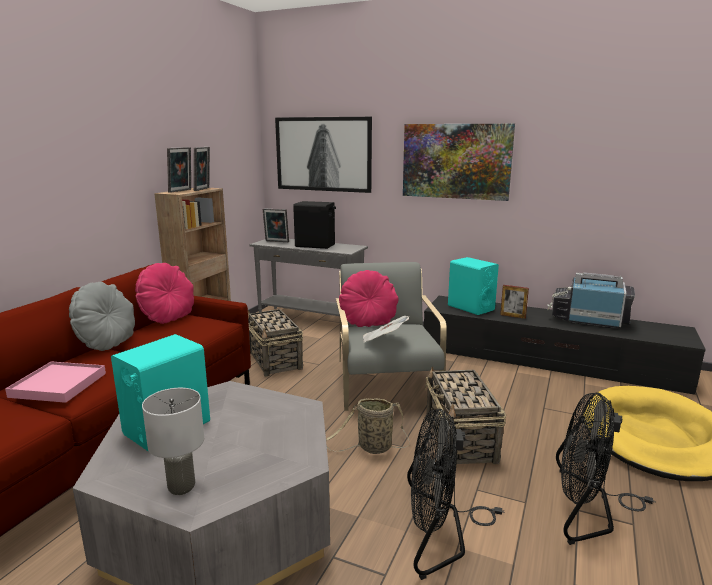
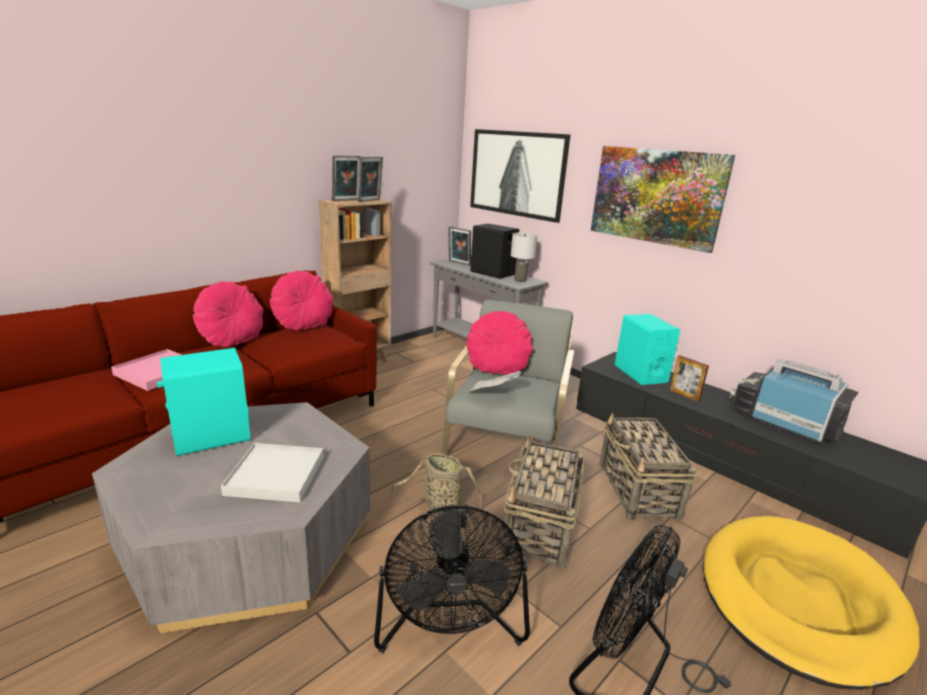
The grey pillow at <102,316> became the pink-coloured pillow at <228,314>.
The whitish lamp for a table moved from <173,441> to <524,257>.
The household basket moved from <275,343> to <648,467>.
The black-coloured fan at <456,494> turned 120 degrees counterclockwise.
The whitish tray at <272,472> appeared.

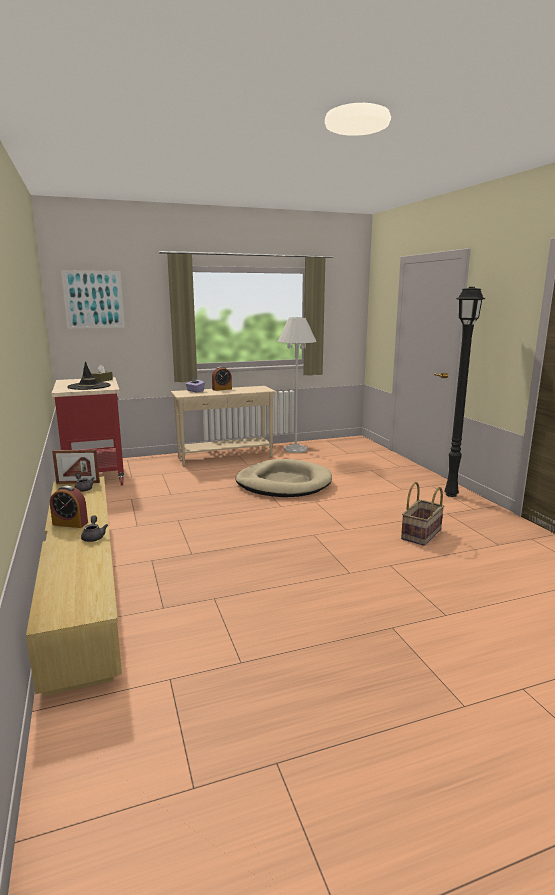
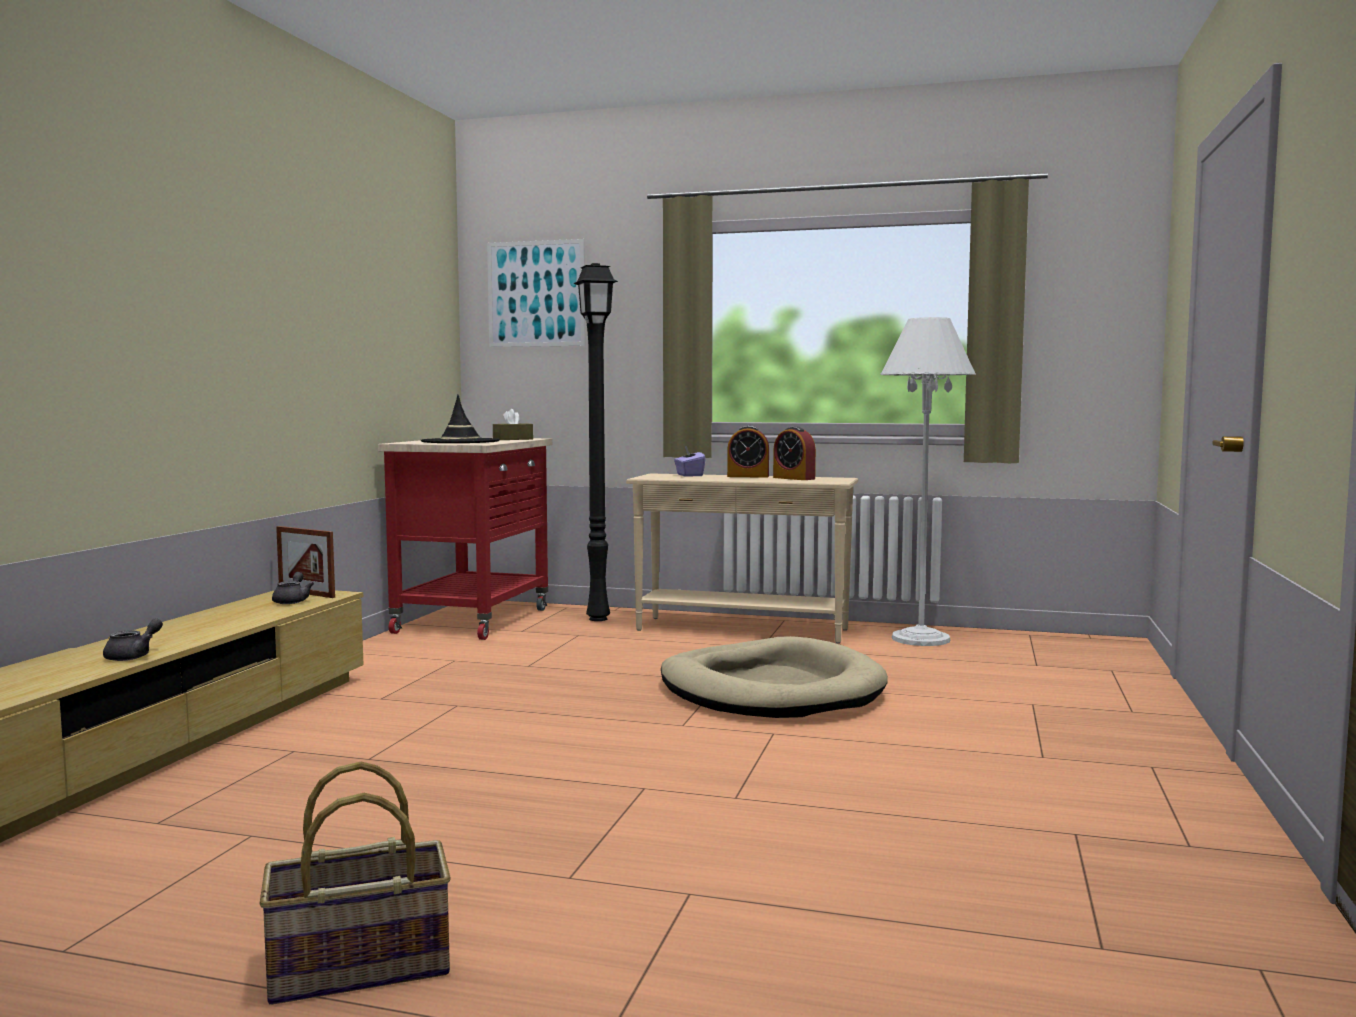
The bedside clock moved from <69,507> to <794,453>.
The household basket moved from <422,514> to <355,883>.
The black-coloured standing lamp moved from <464,392> to <596,442>.

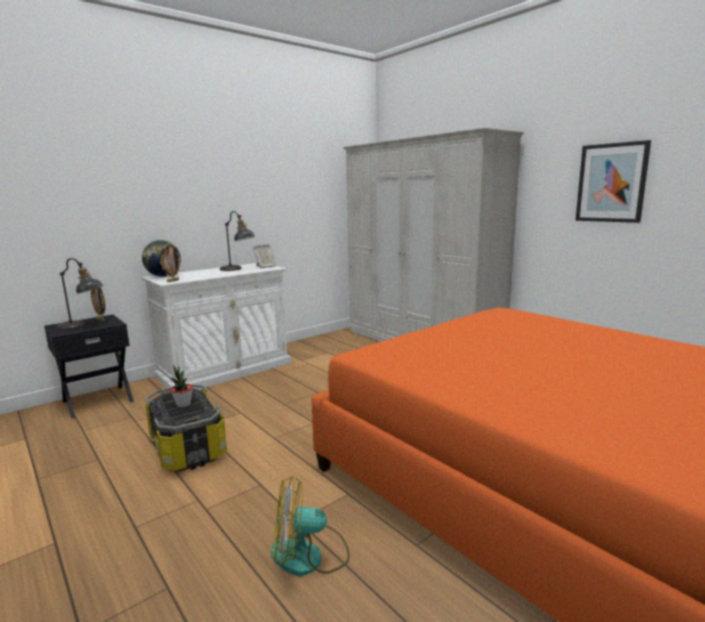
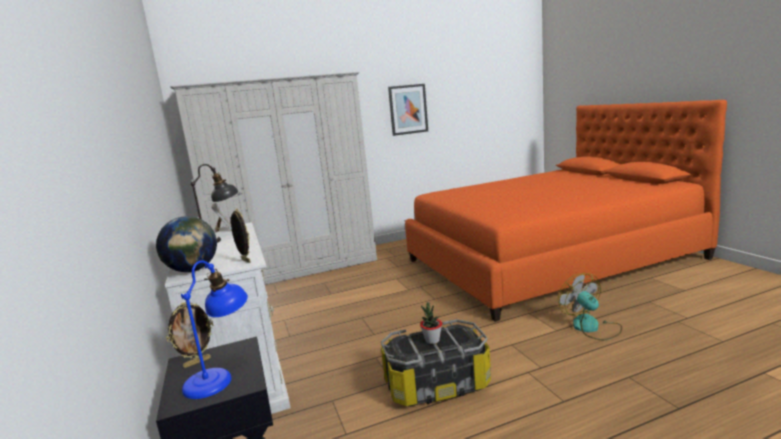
The grey lamp for a table at <79,294> became the bluish lamp for a table at <214,329>.
The fan at <310,526> turned 150 degrees clockwise.

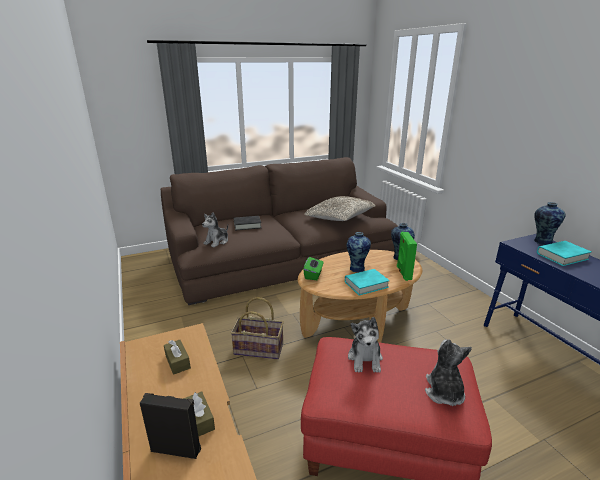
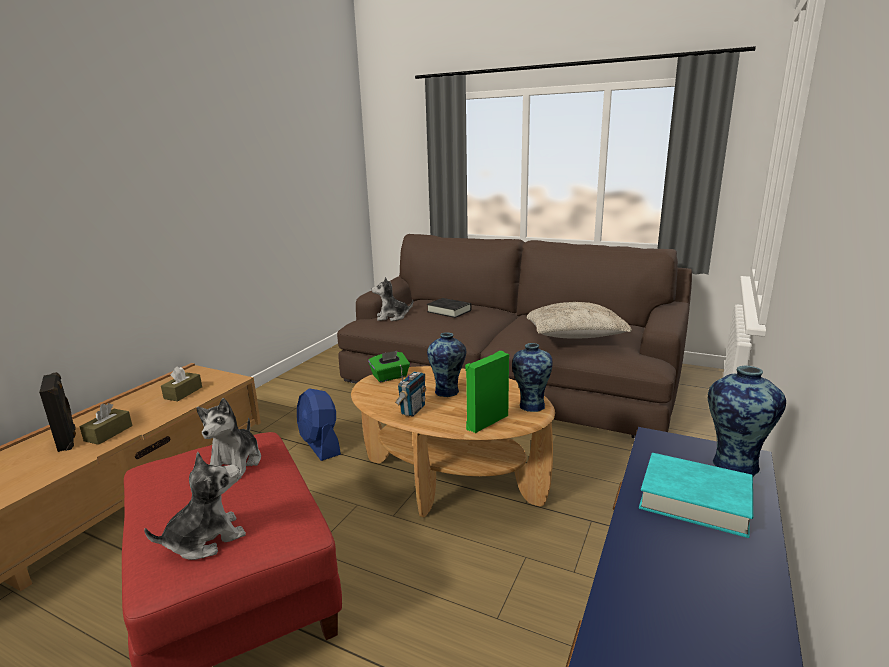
The household basket at <257,328> was replaced by the bluish fan at <319,424>.
The turquoise bound book at <367,282> was replaced by the radio at <411,391>.
The soft toy at <365,345> turned 45 degrees counterclockwise.

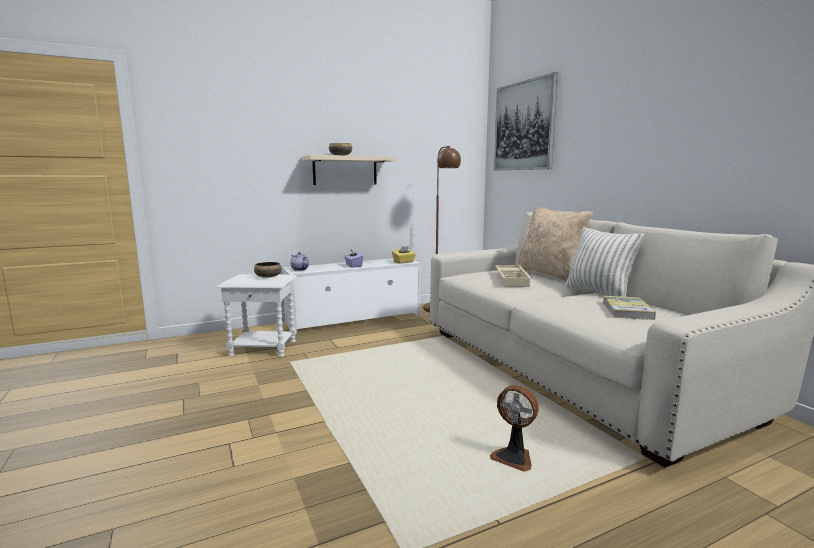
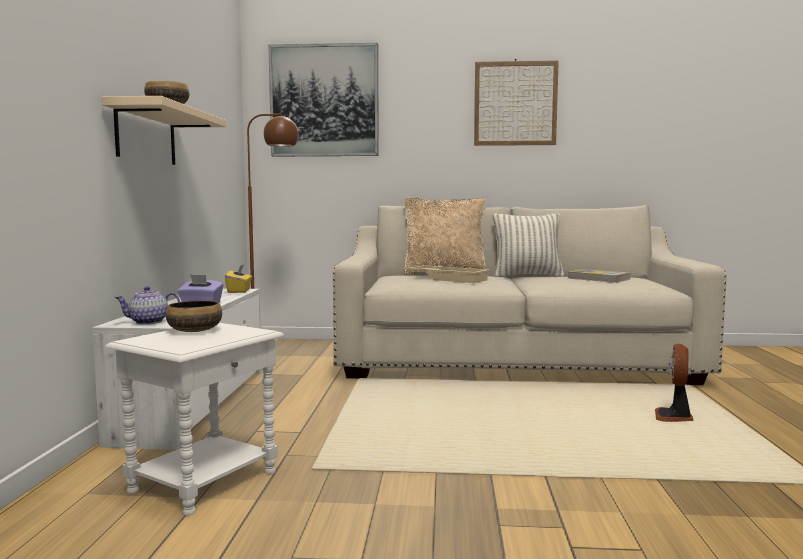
The fan at <514,428> turned 135 degrees clockwise.
The wall art at <516,102> appeared.

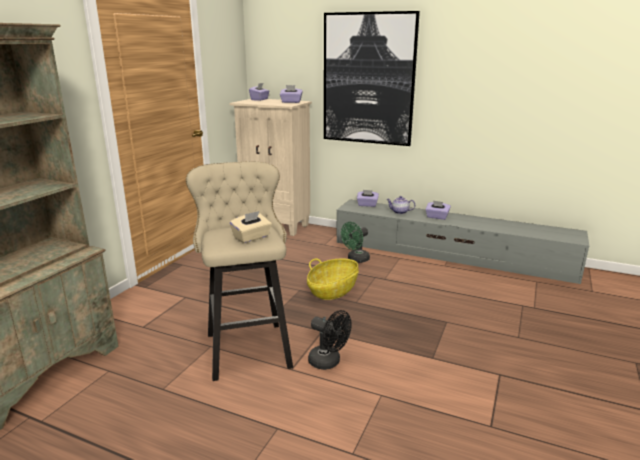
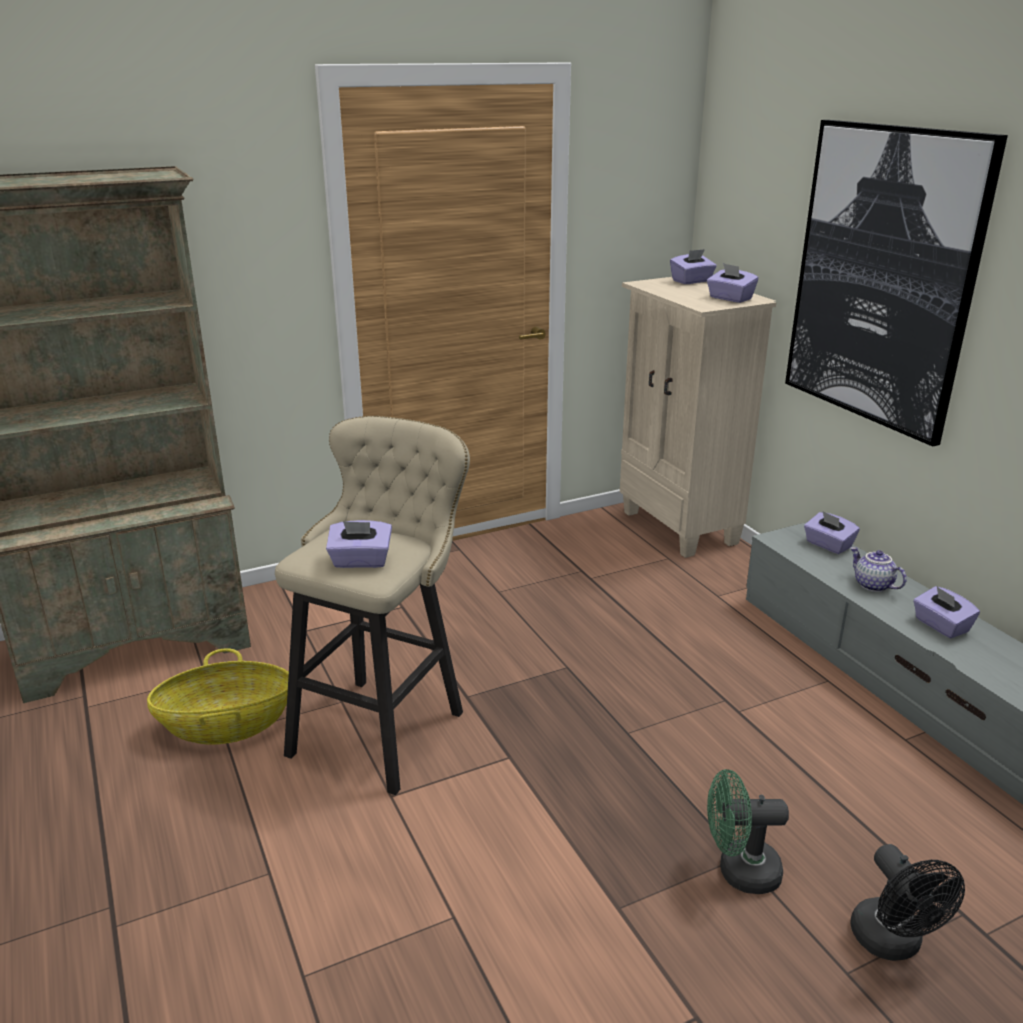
The sand-coloured tissue box at <251,227> became the purple-coloured tissue box at <359,544>.
The household basket moved from <333,279> to <218,696>.
The black-coloured fan moved from <330,340> to <907,902>.
The green-coloured fan moved from <355,242> to <748,831>.

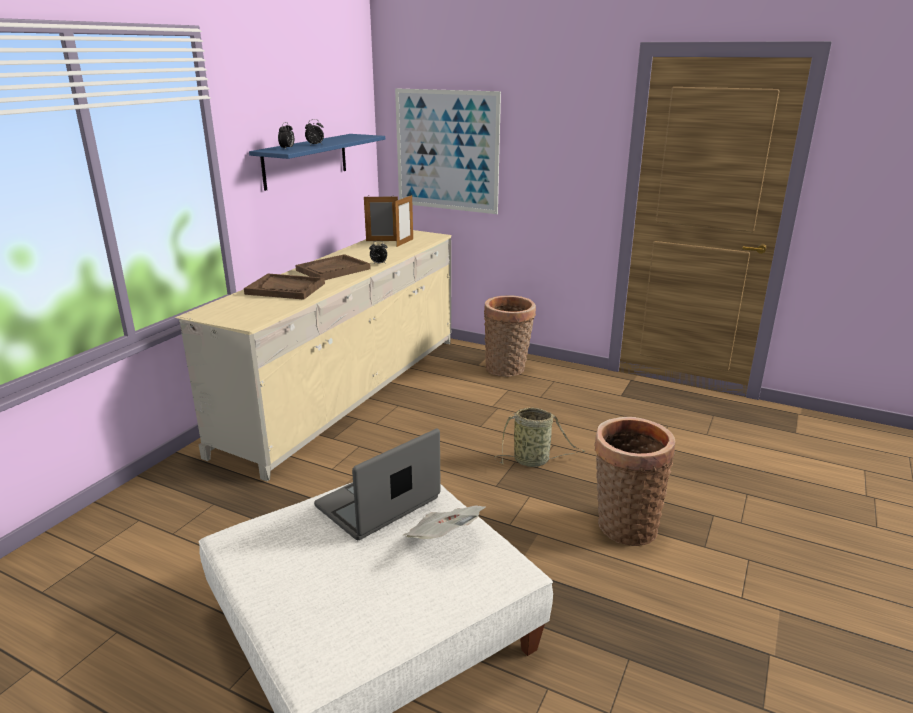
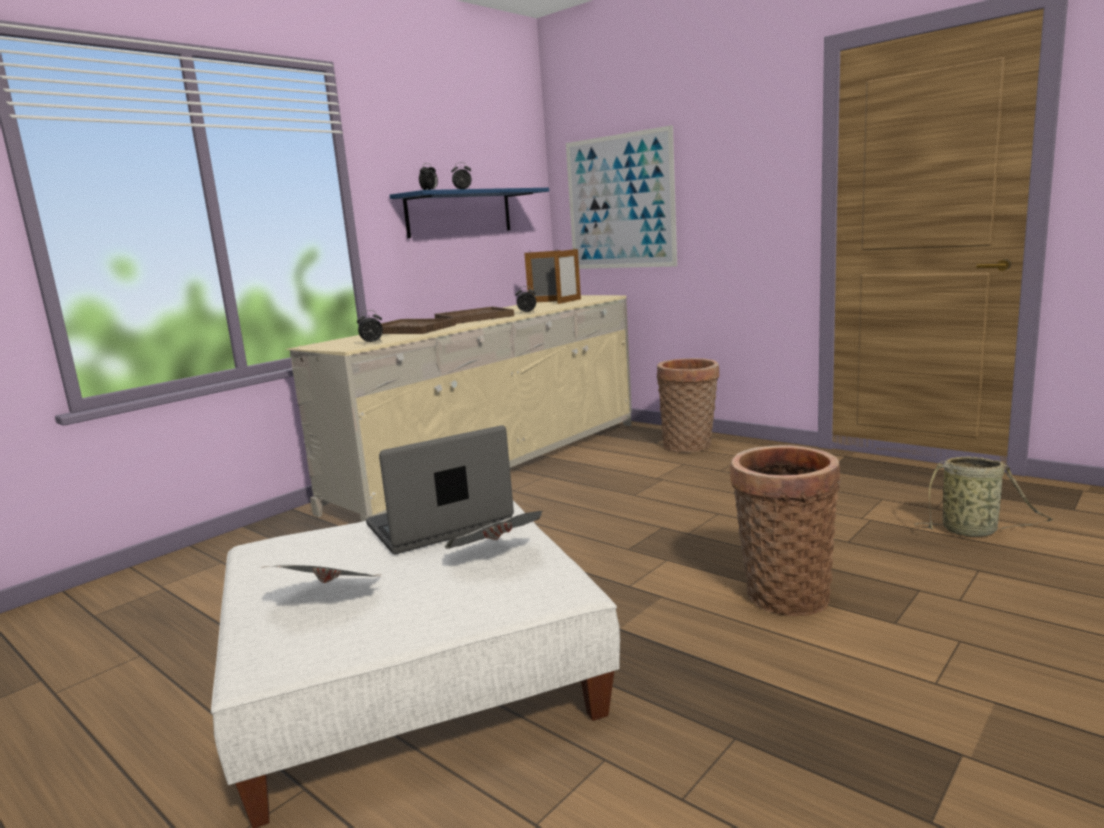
The household basket moved from <540,437> to <984,496>.
The newspaper at <321,574> appeared.
The bedside clock at <370,327> appeared.

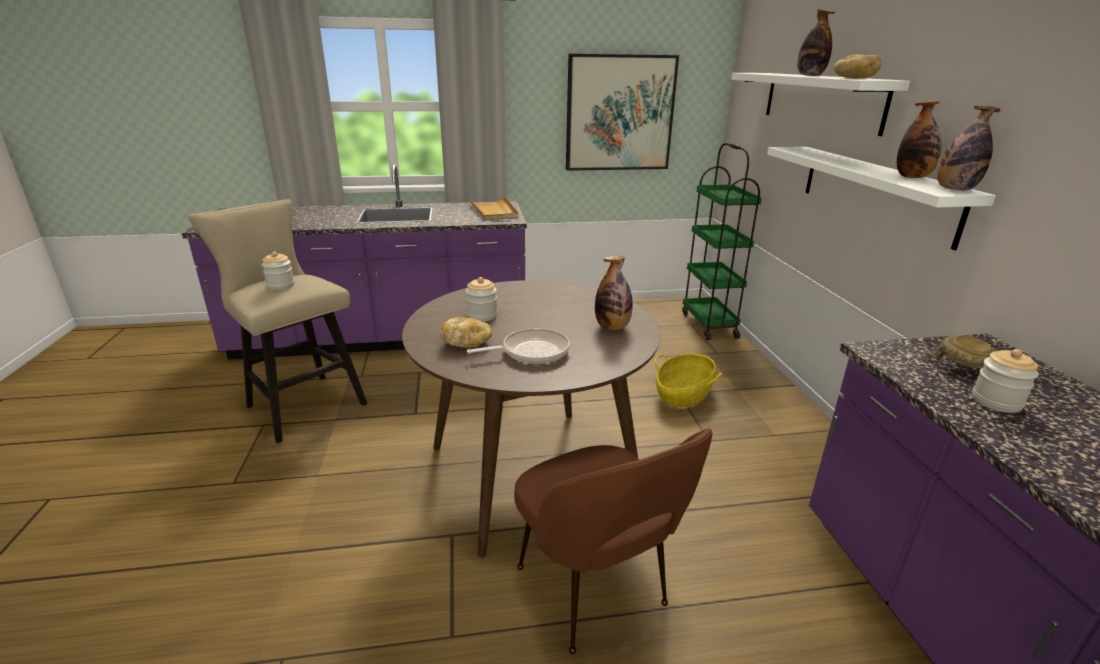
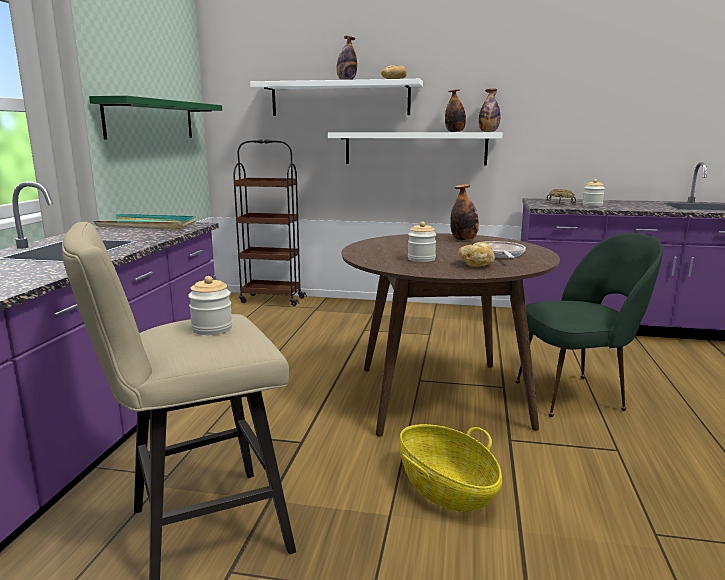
The sand-coloured tray at <493,208> became the turquoise tray at <145,222>.
The brown-coloured plain chair at <613,541> became the green-coloured plain chair at <589,325>.
The wall art at <622,112> was replaced by the green-coloured wall shelf at <155,118>.
The household basket moved from <688,380> to <450,468>.
The green-coloured cart at <722,241> became the brown-coloured cart at <270,222>.

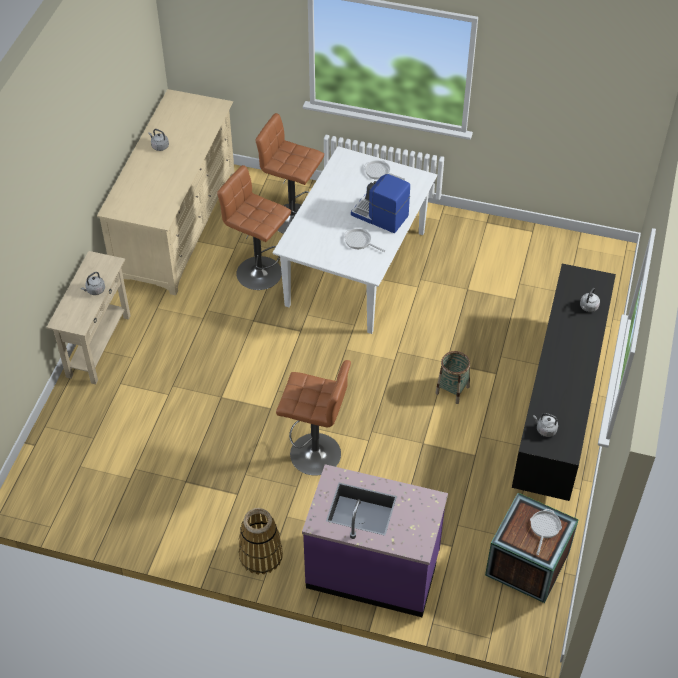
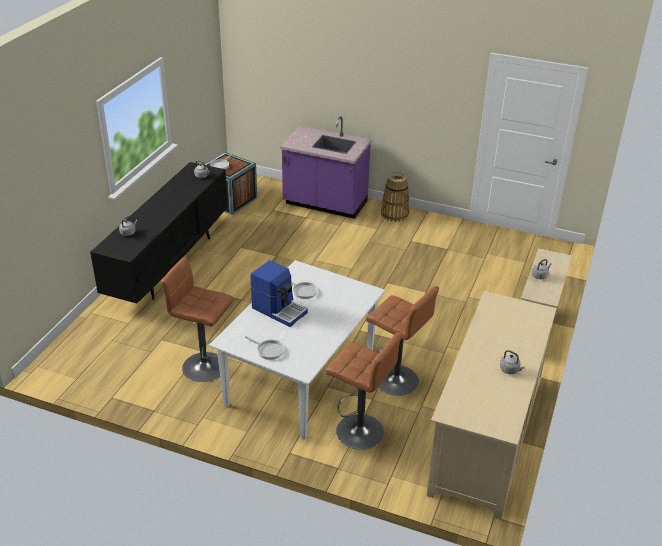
The brown-coloured sitting stool moved from <313,417> to <197,320>.
The household basket at <452,377> disappeared.

